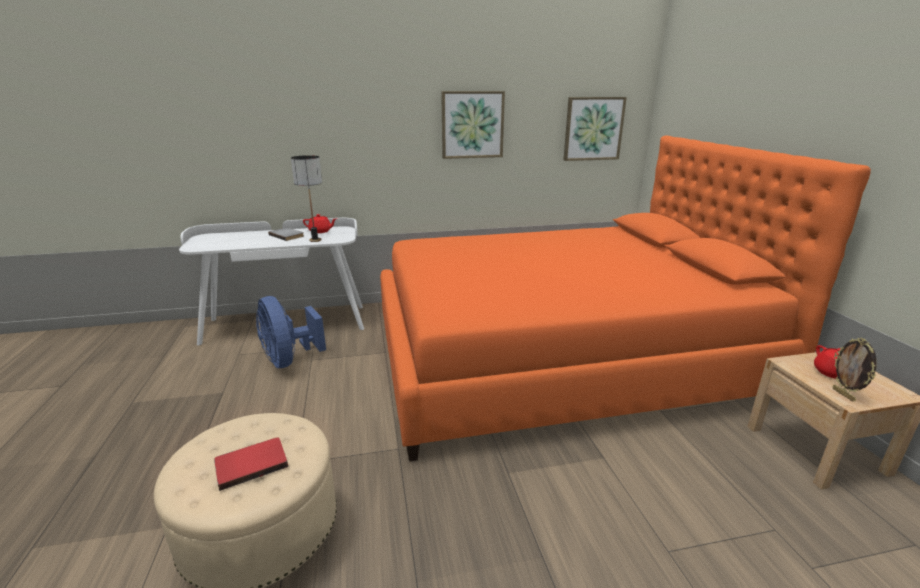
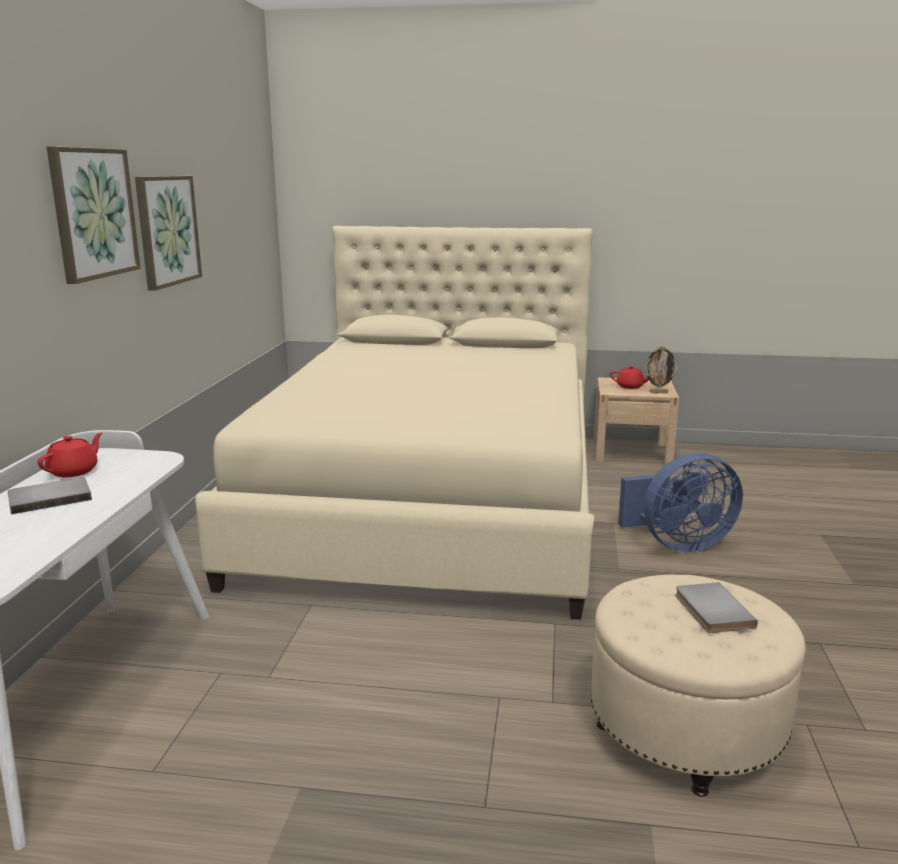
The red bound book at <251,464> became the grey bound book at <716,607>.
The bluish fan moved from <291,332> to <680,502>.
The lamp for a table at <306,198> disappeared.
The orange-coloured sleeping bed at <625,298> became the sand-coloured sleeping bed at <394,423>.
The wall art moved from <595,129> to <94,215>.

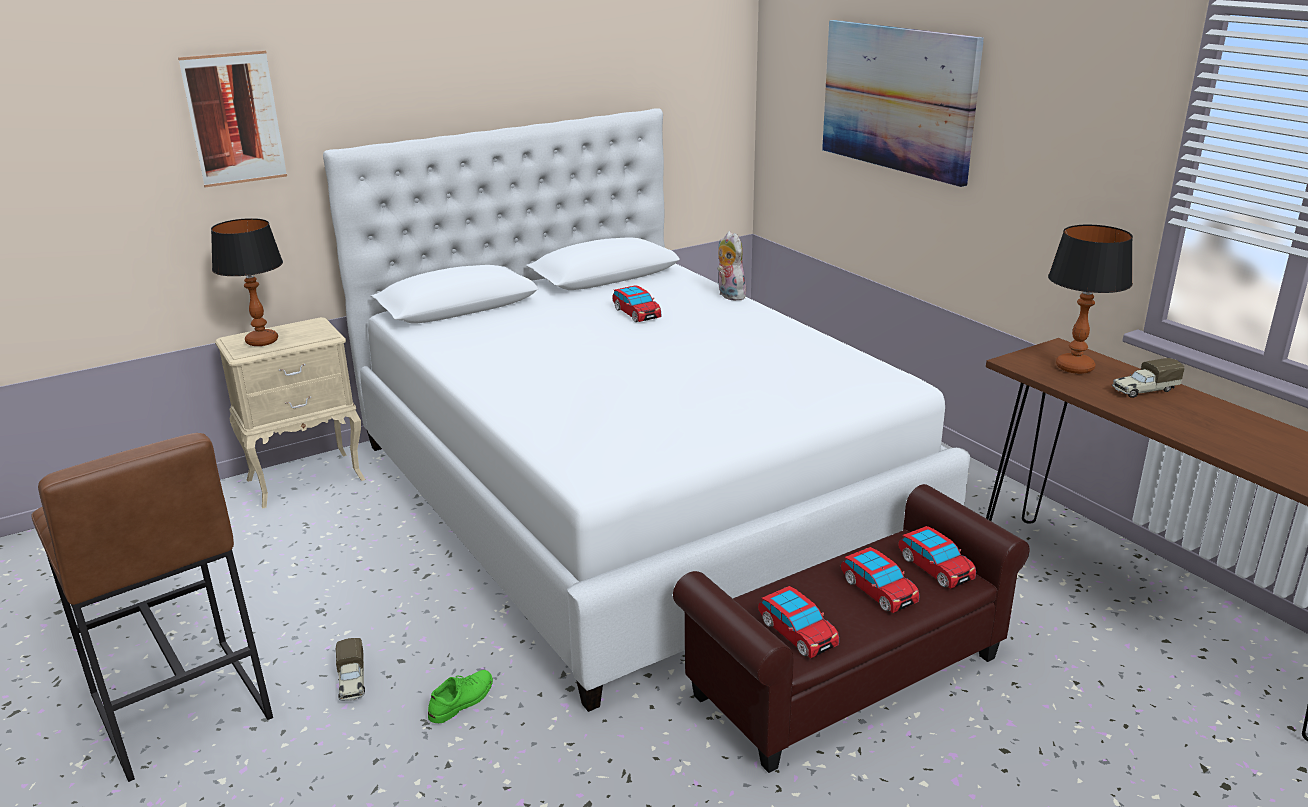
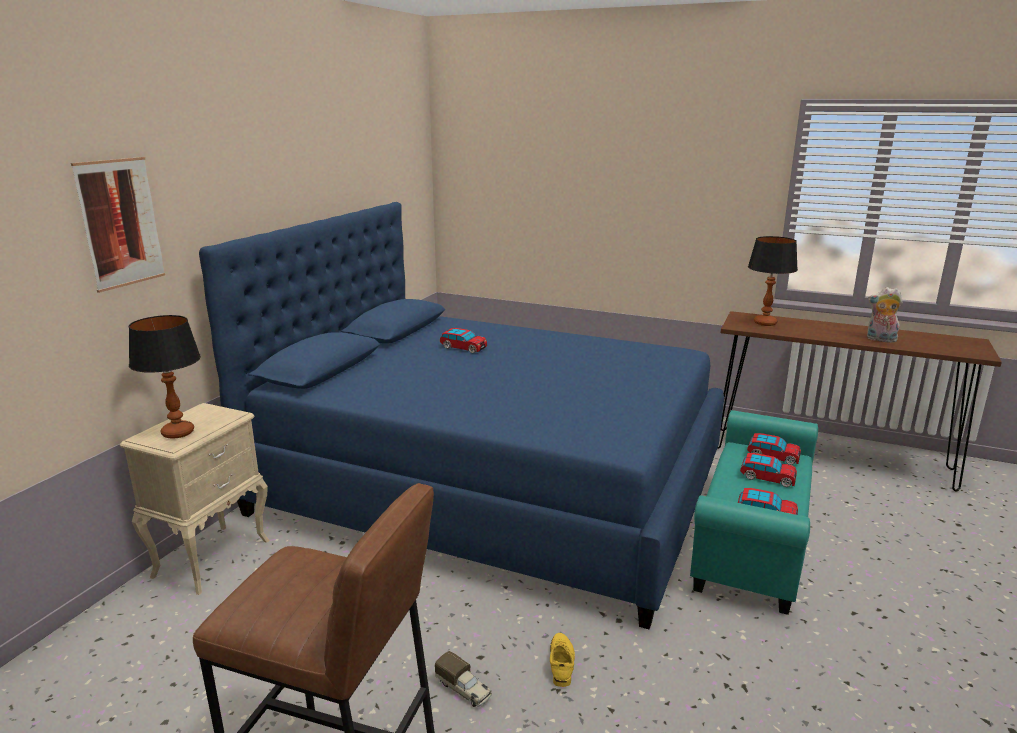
The whitish sleeping bed at <646,410> became the bluish sleeping bed at <461,415>.
The green-coloured item of footwear at <460,696> became the yellow item of footwear at <562,660>.
The brown-coloured footrest at <851,628> became the turquoise footrest at <754,512>.
The soft toy moved from <731,266> to <885,315>.
The wall art at <903,103> disappeared.
The toy truck at <1148,378> disappeared.

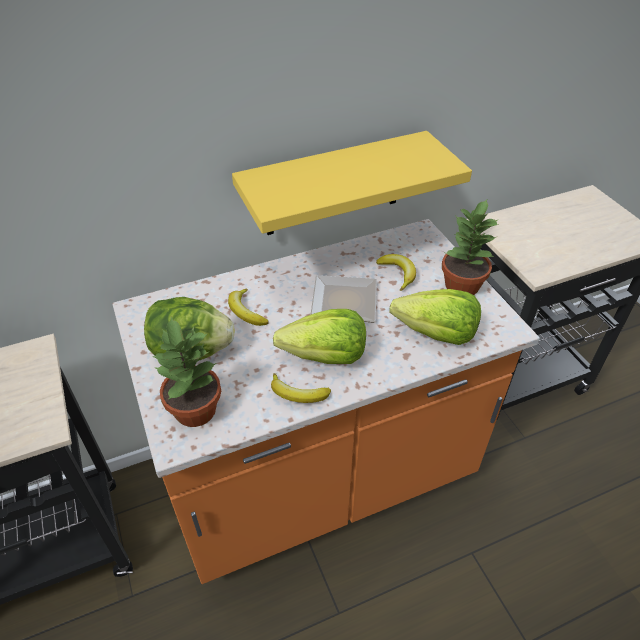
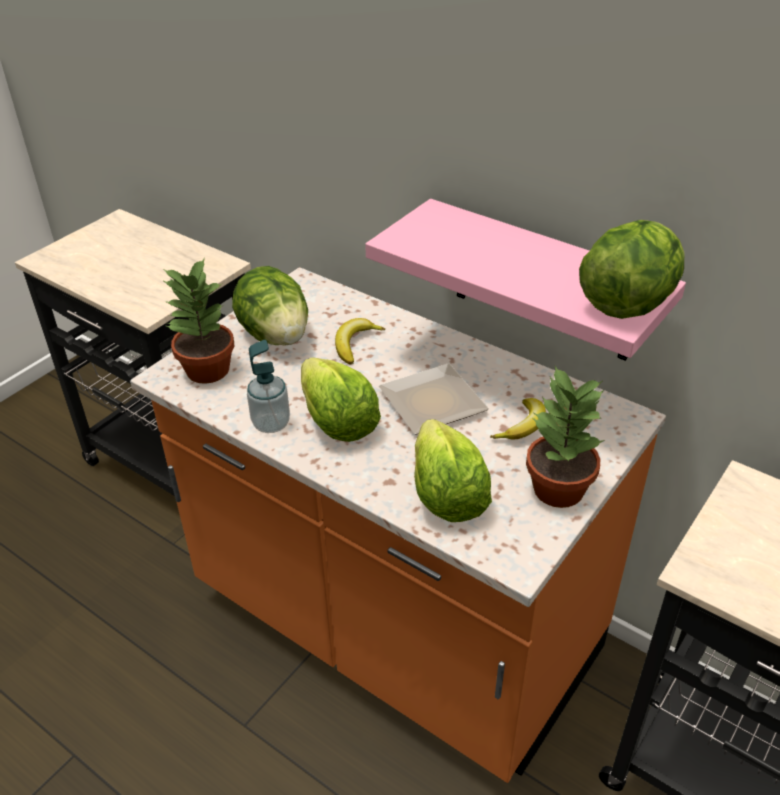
The yellow wall shelf at <352,183> became the pink-coloured wall shelf at <525,280>.
The banana at <301,388> was replaced by the soap dispenser at <268,386>.
The head of lettuce at <631,269> appeared.

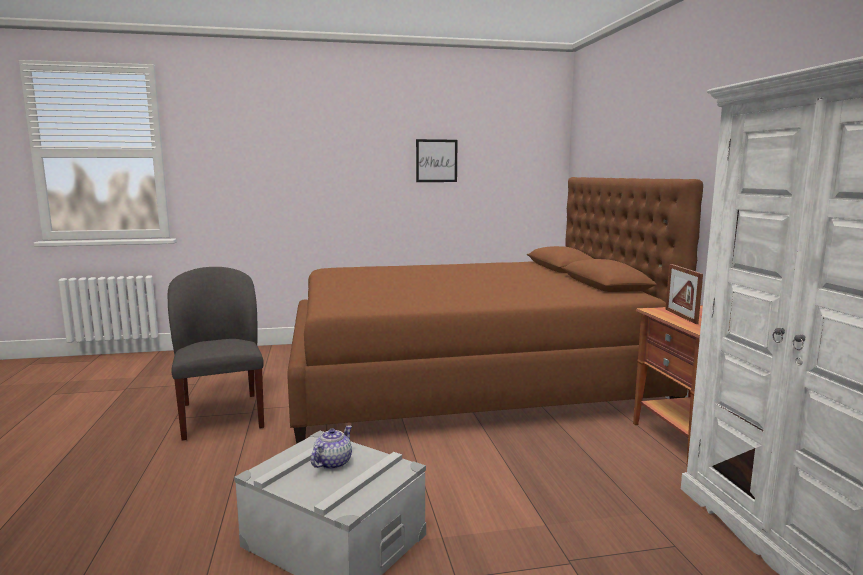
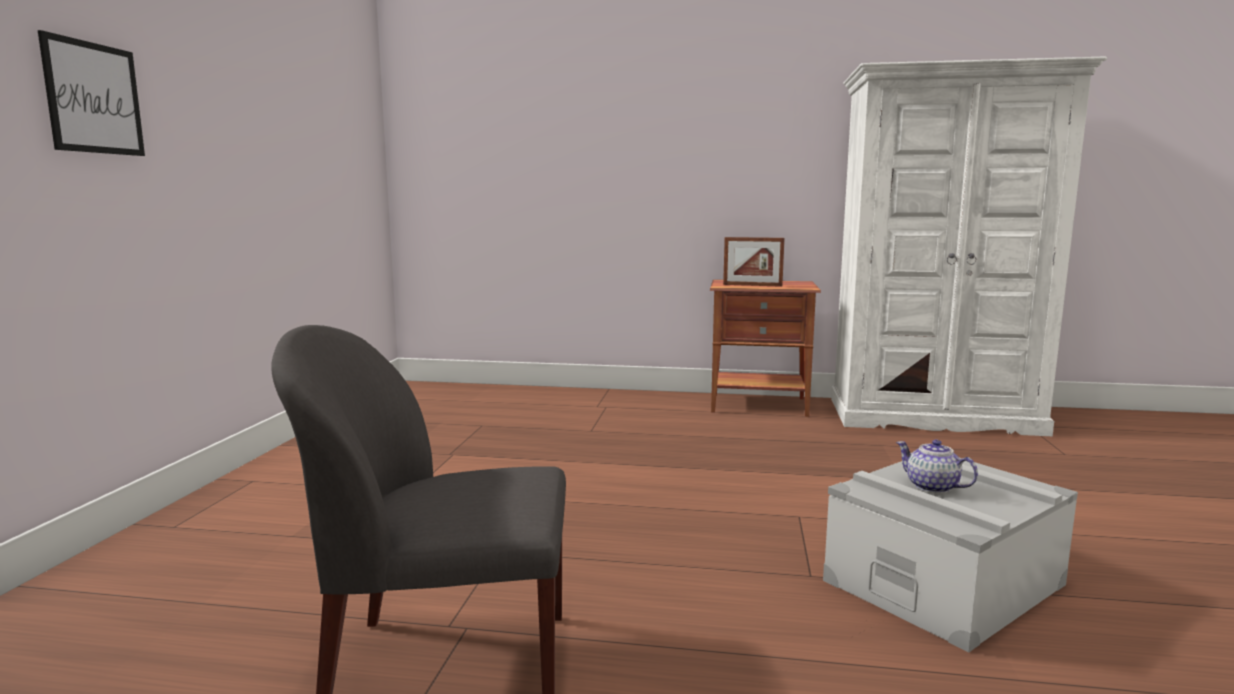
The brown-coloured sleeping bed at <495,310> disappeared.
The wall art moved from <436,160> to <91,93>.

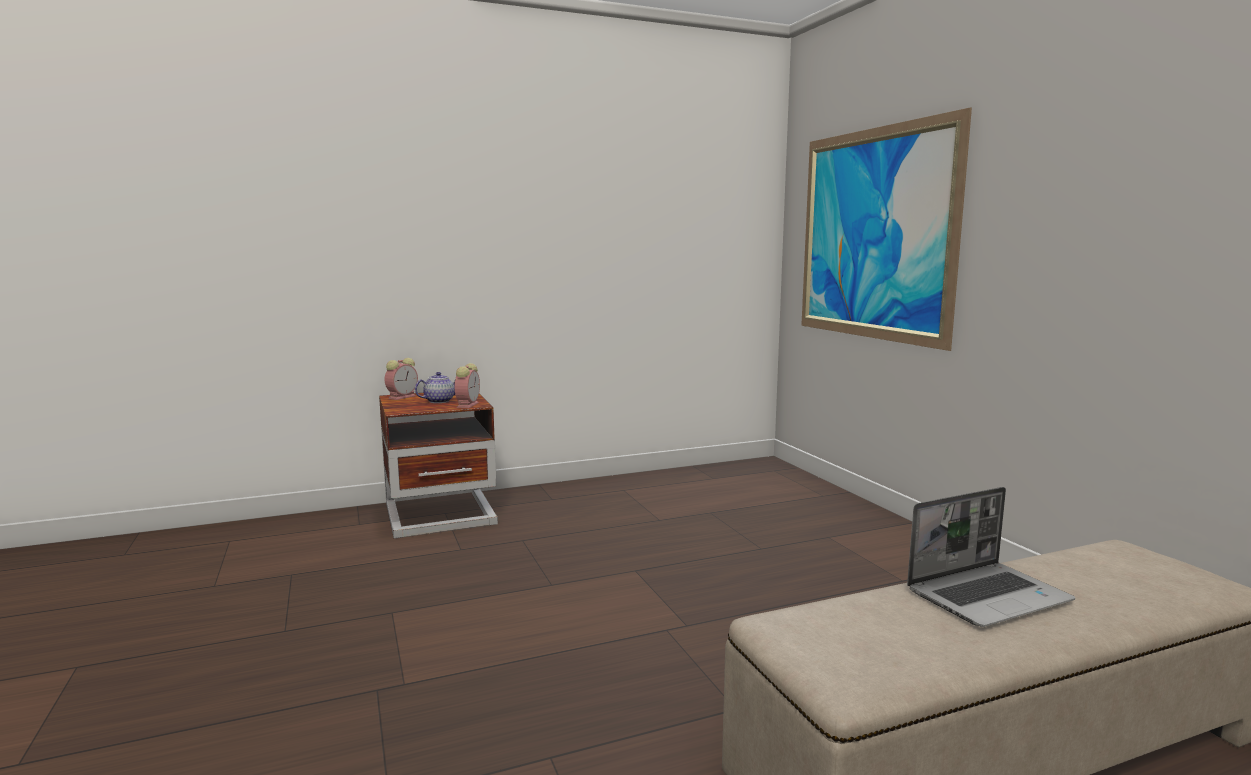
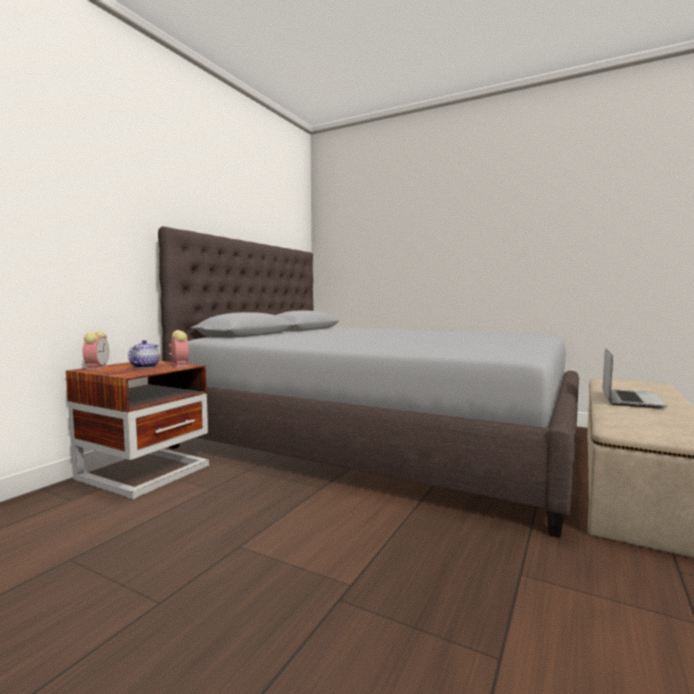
The wall art at <886,229> disappeared.
The grey sleeping bed at <368,382> appeared.

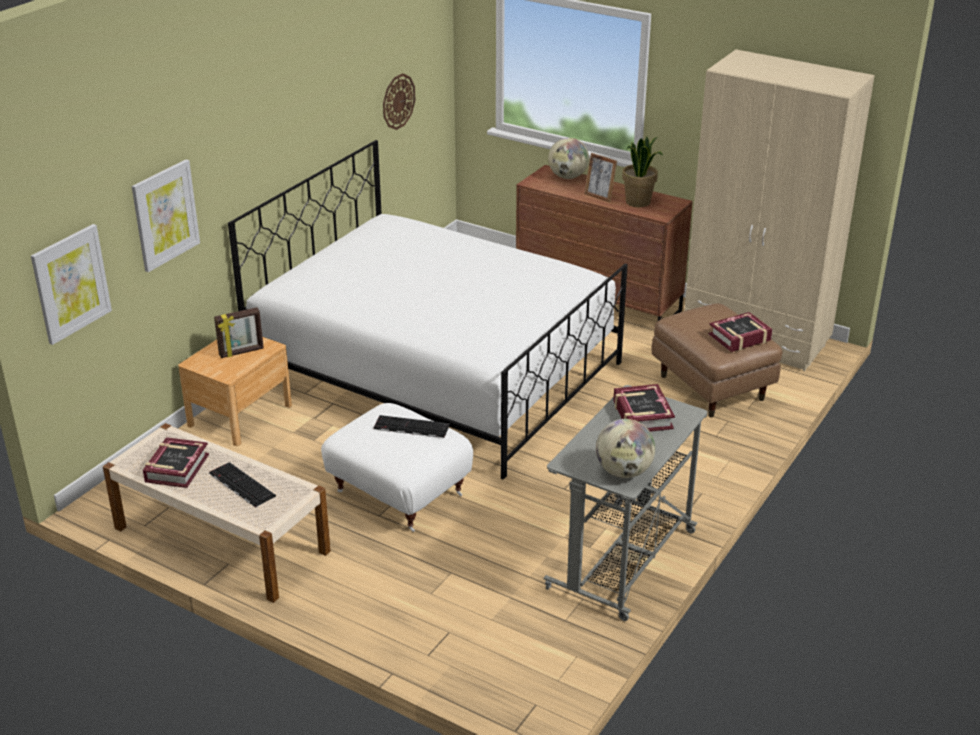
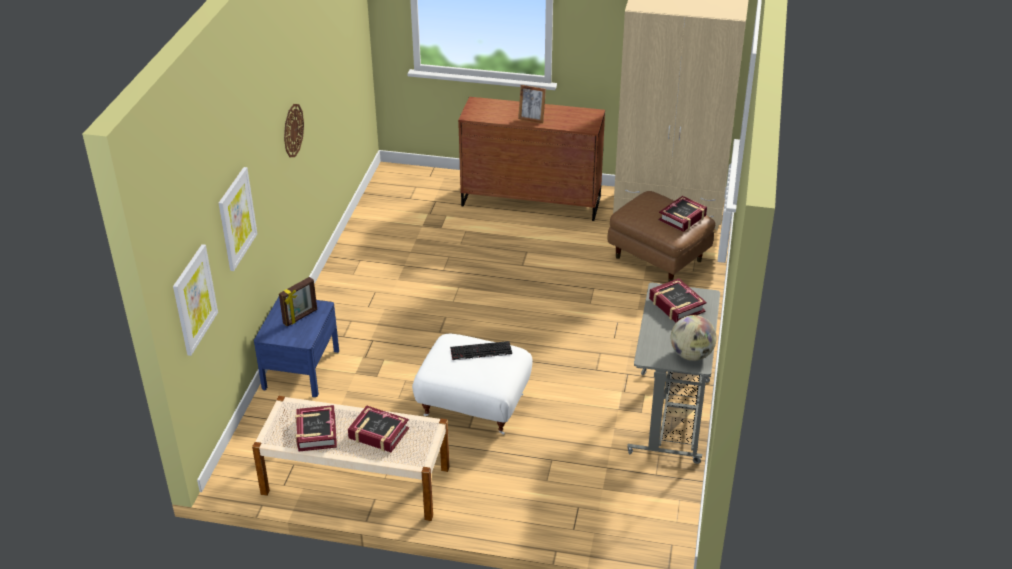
The brown-coloured nightstand at <235,391> became the bluish nightstand at <296,347>.
The computer keyboard at <242,485> was replaced by the bound book at <378,429>.
The whitish sleeping bed at <428,310> disappeared.
The wall clock moved from <399,101> to <294,130>.
The world globe at <568,158> disappeared.
The houseplant at <642,172> disappeared.

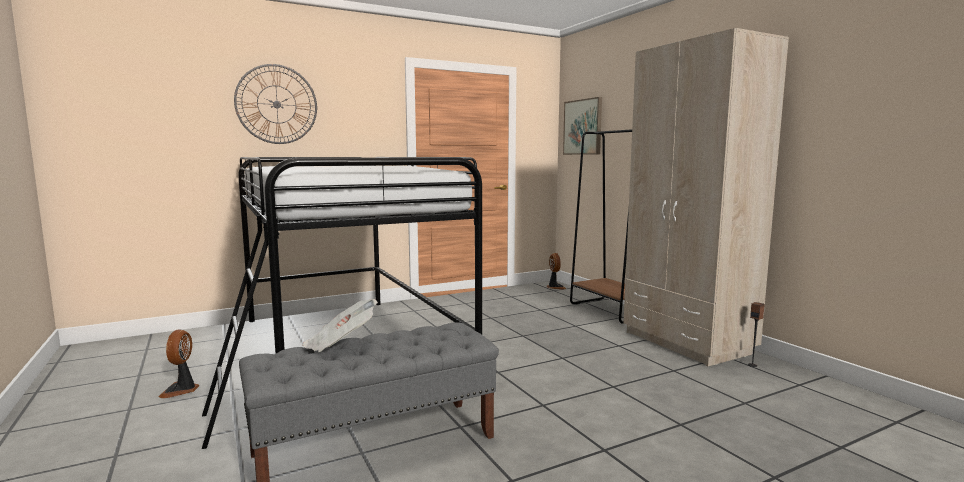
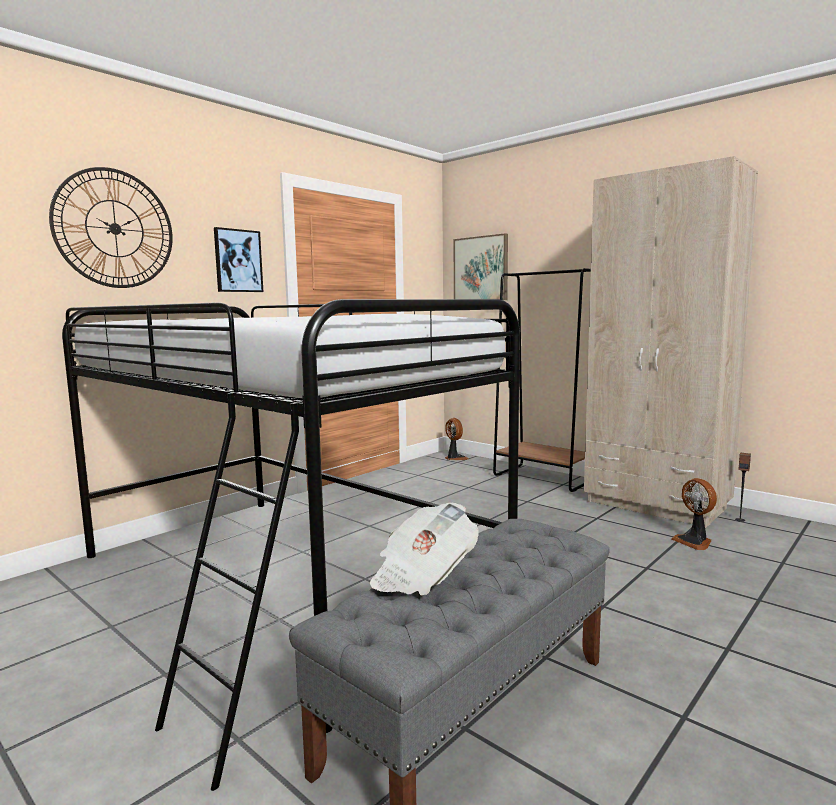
The fan moved from <179,363> to <694,514>.
The wall art at <238,259> appeared.

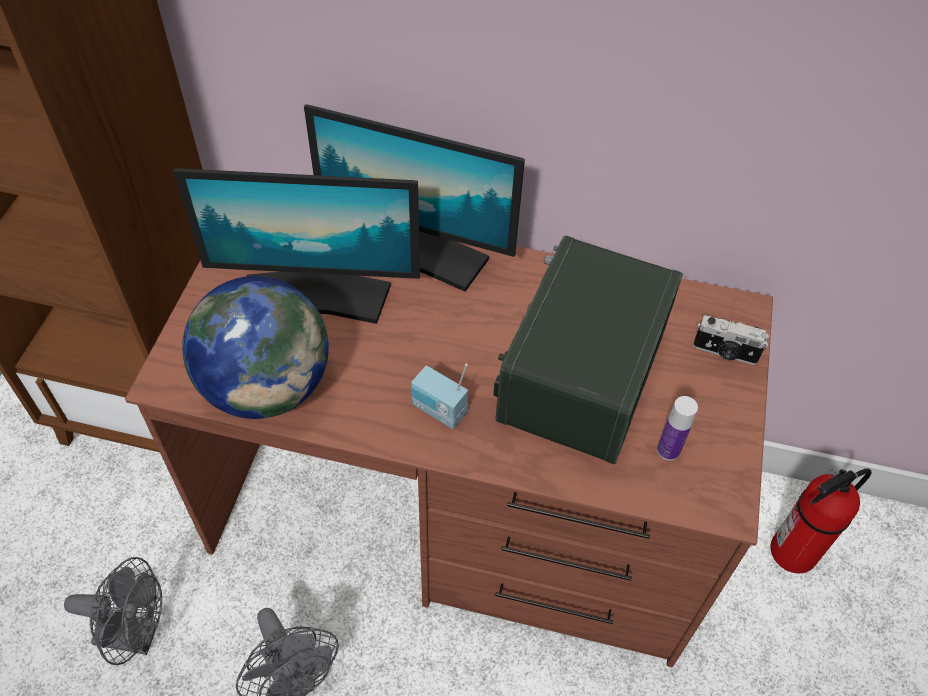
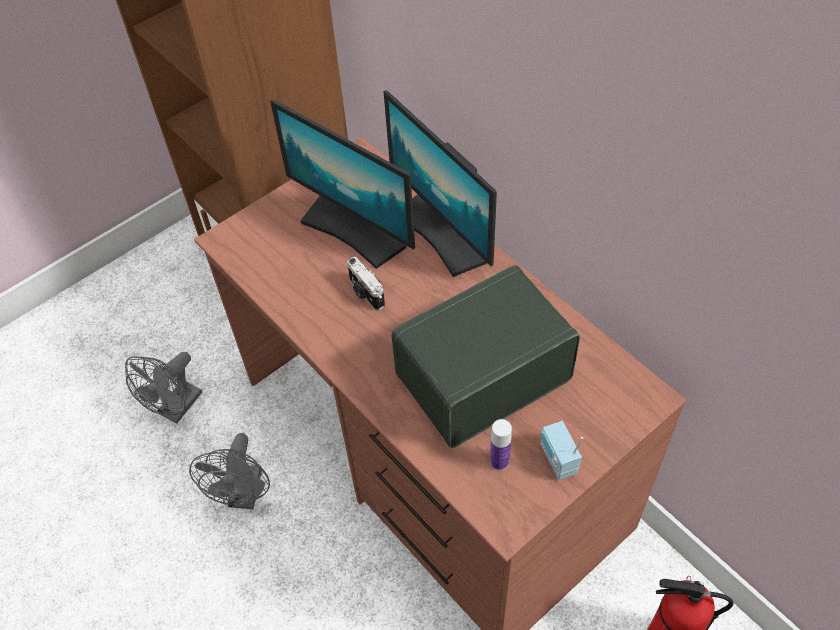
The grey fan at <113,611> turned 75 degrees clockwise.
The world globe at <255,347> disappeared.
The radio moved from <439,396> to <561,450>.
The still camera moved from <731,340> to <366,284>.

